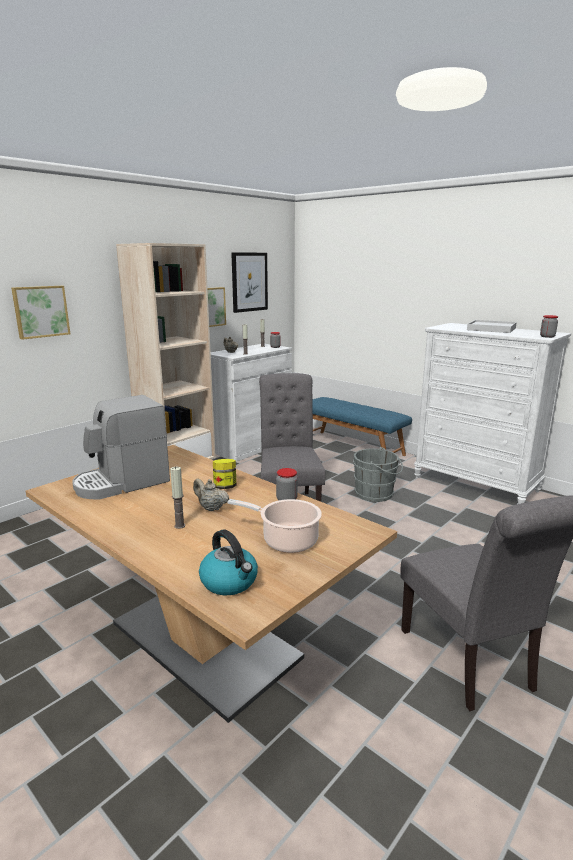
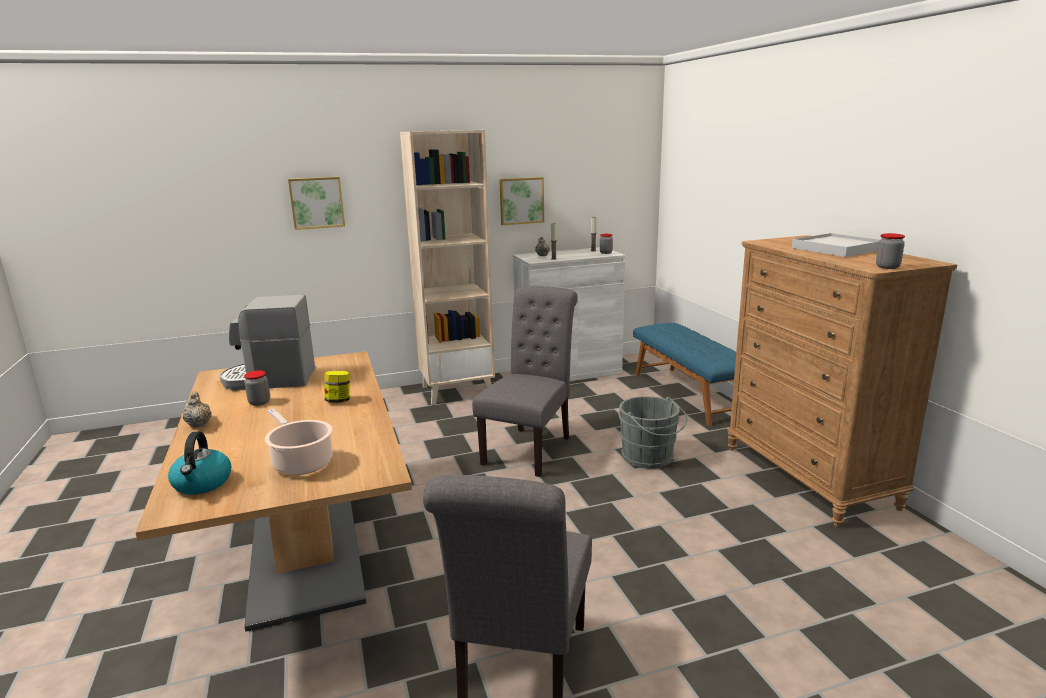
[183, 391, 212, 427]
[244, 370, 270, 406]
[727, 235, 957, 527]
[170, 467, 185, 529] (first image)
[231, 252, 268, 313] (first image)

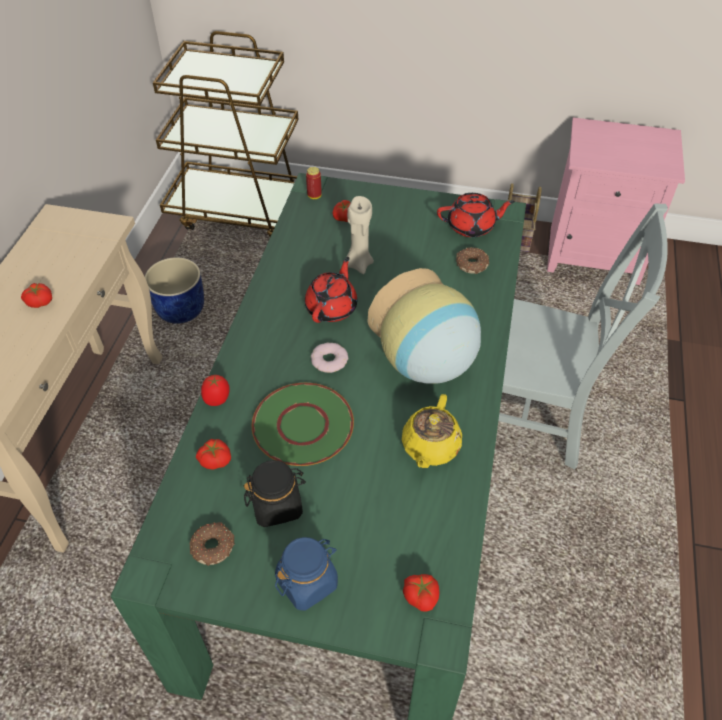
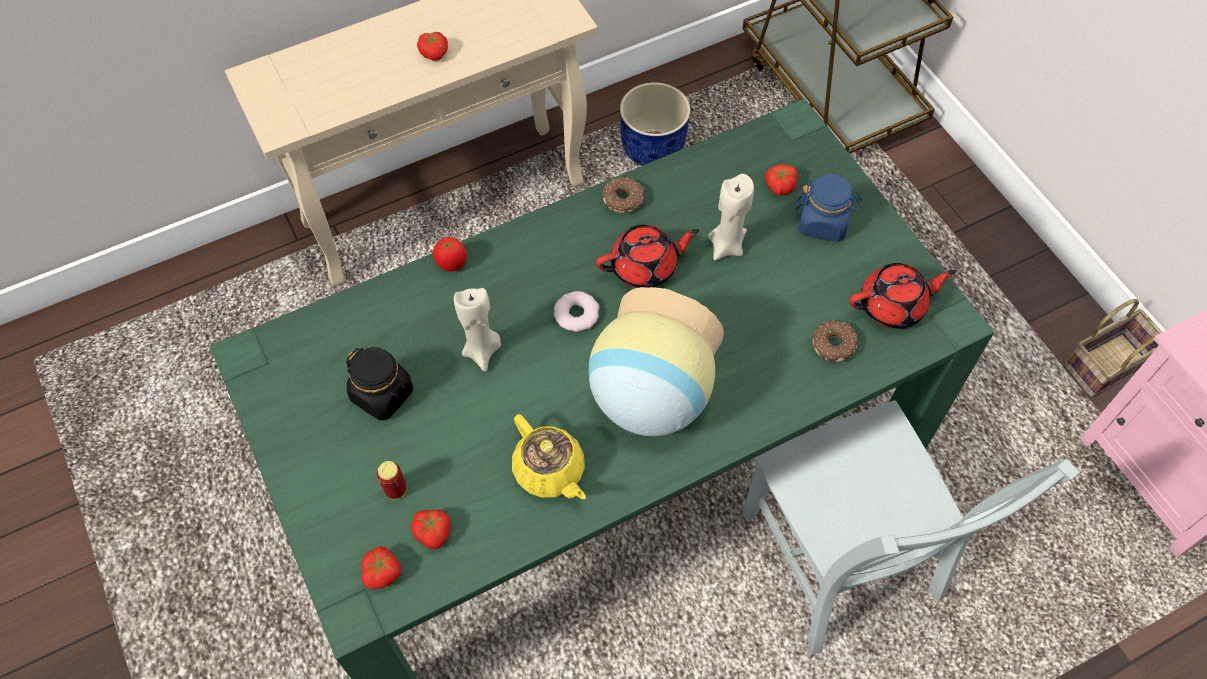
[377, 461, 407, 500]
[411, 510, 451, 549]
[454, 288, 501, 372]
[512, 414, 586, 499]
[602, 177, 645, 213]
[796, 174, 862, 242]
[849, 263, 956, 329]

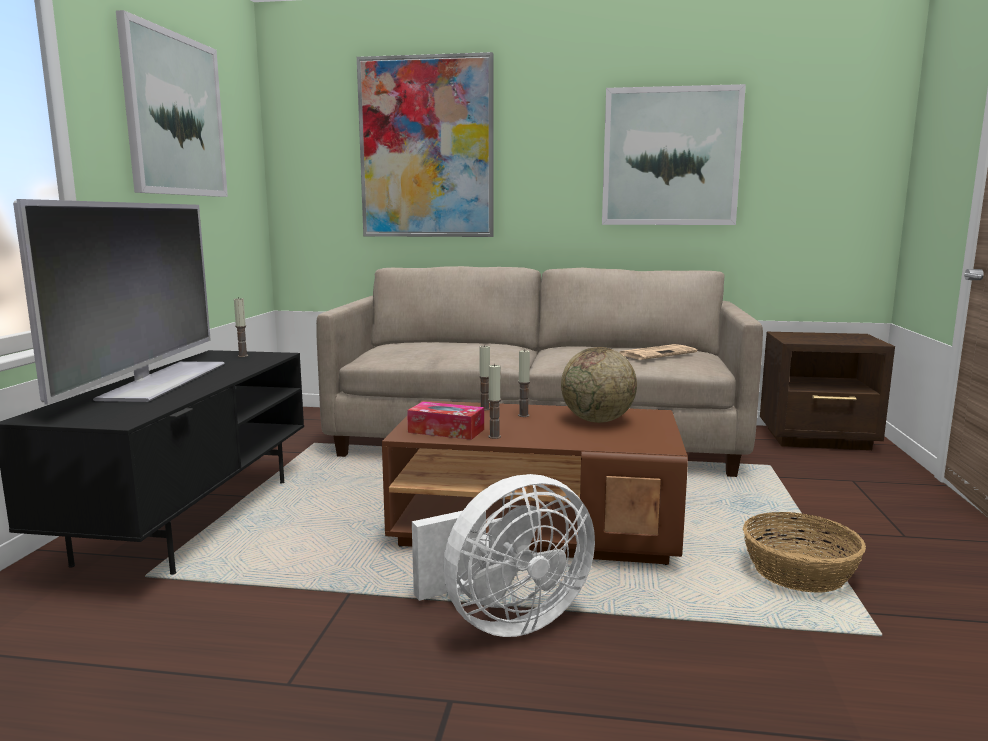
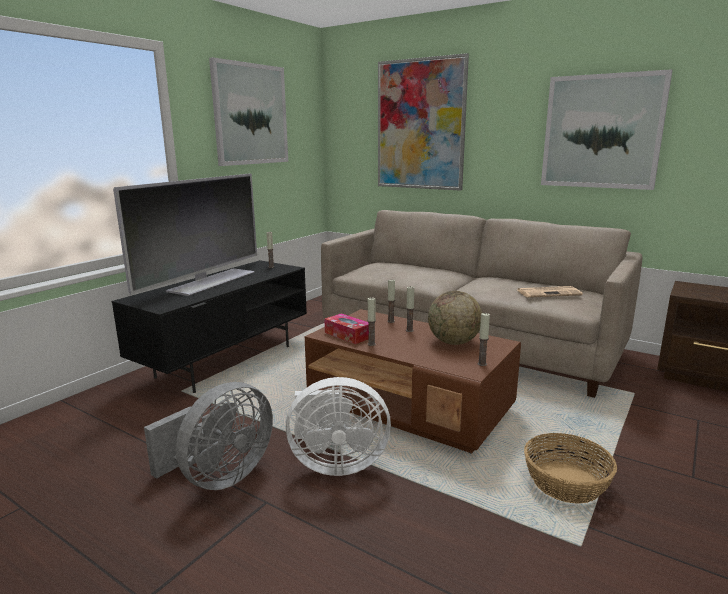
[144, 382, 273, 490]
[478, 313, 490, 366]

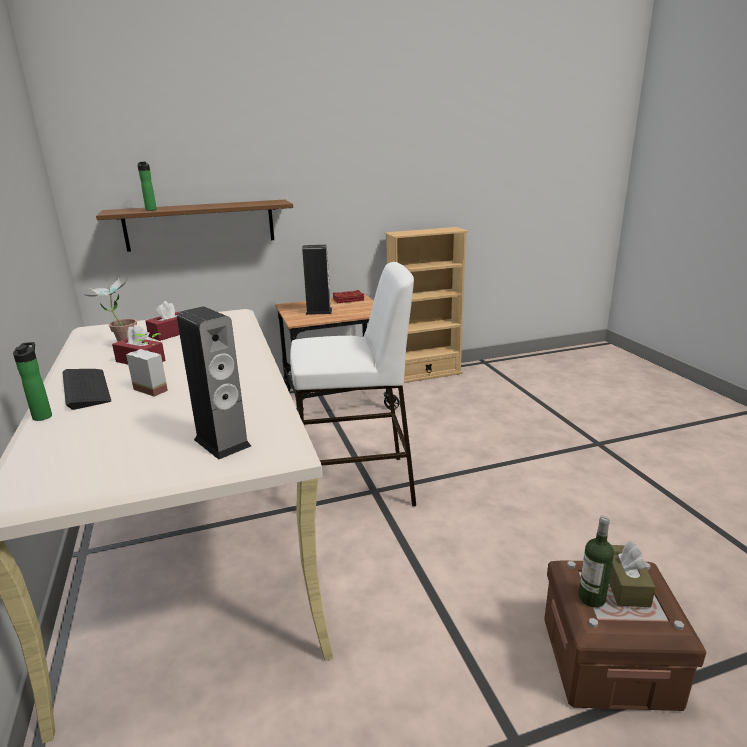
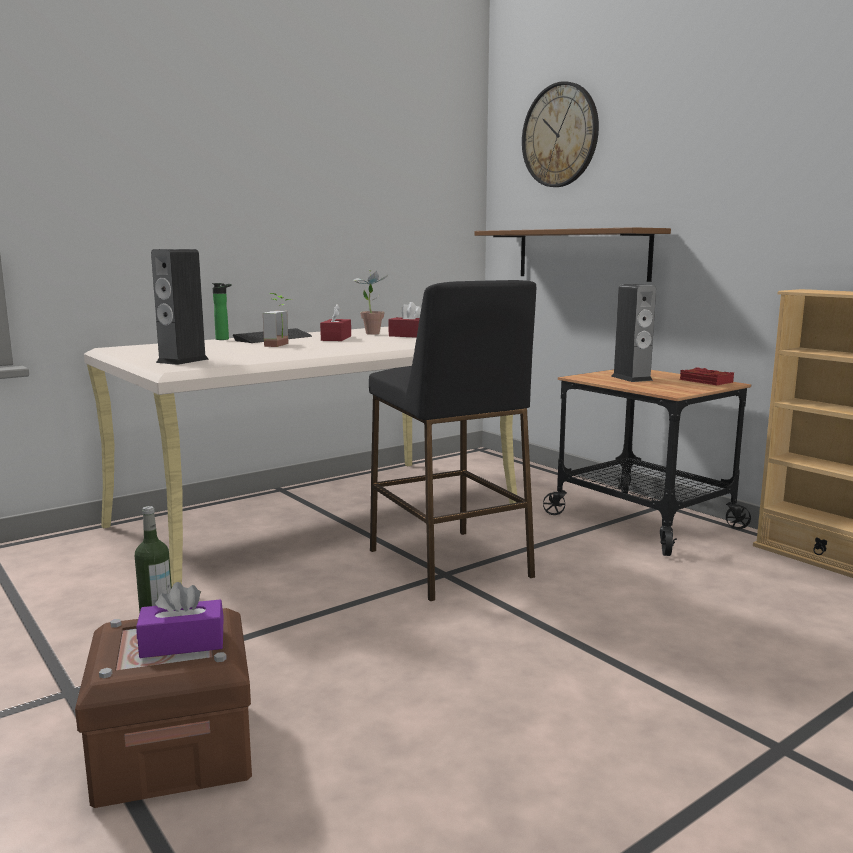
[136, 582, 224, 658]
[369, 280, 536, 601]
[522, 81, 599, 187]
[138, 162, 157, 211] (first image)

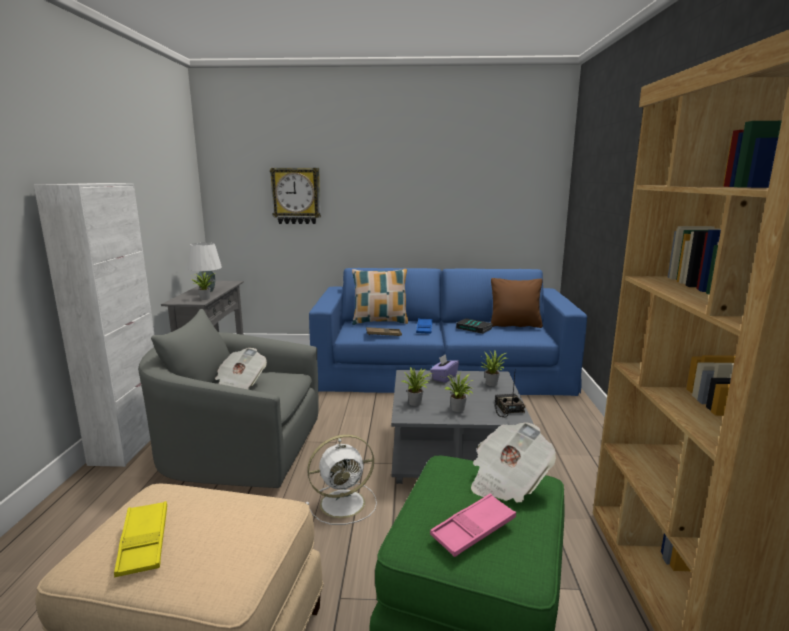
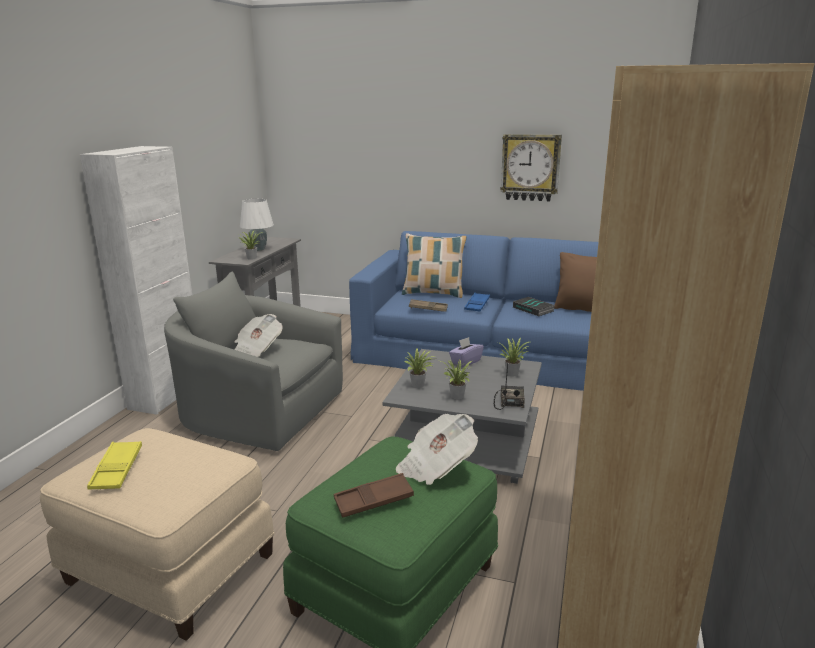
[334, 473, 414, 518]
[500, 134, 562, 201]
[306, 435, 377, 525] (first image)

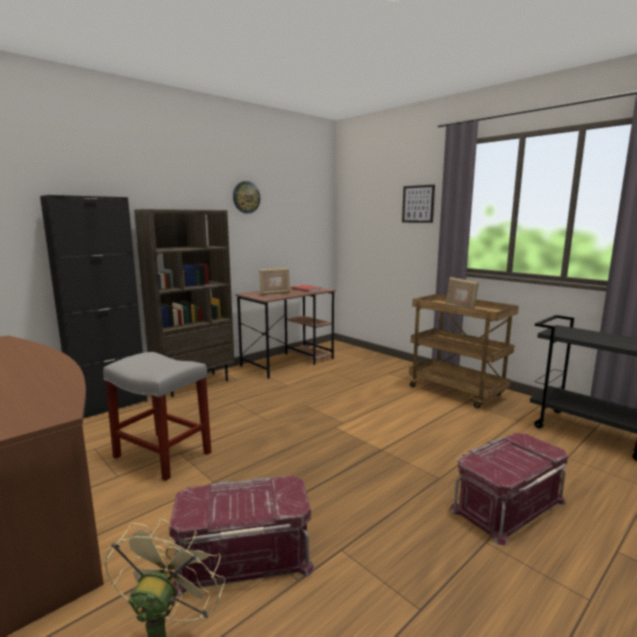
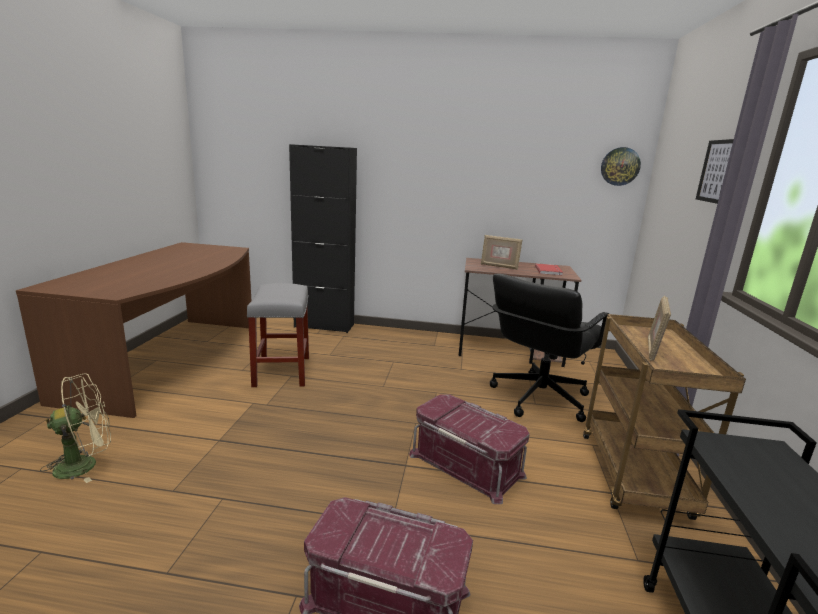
[409, 394, 530, 504]
[490, 274, 609, 422]
[601, 147, 641, 186]
[134, 209, 234, 397] (first image)

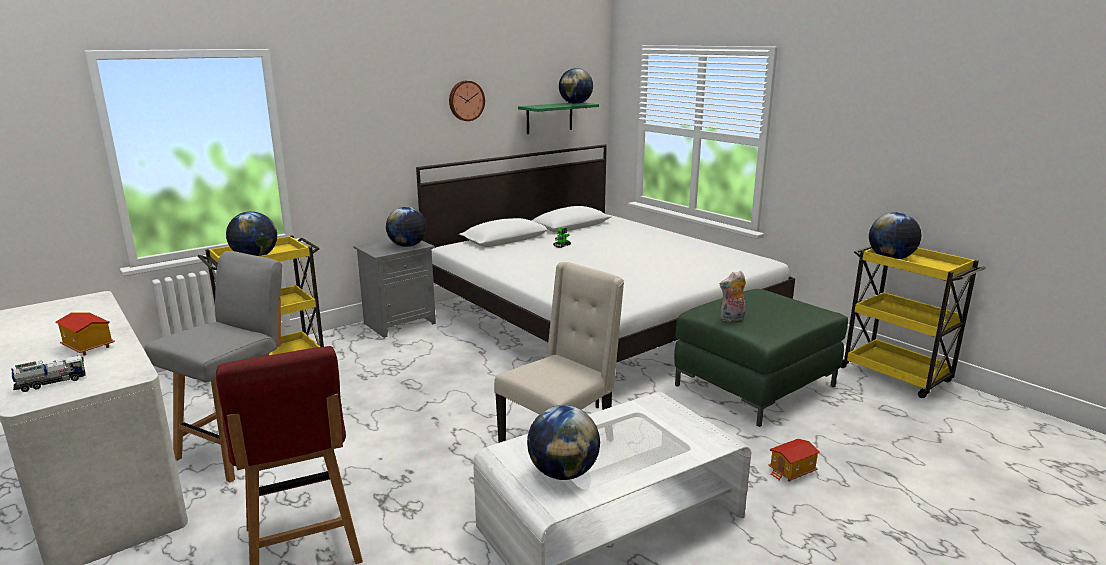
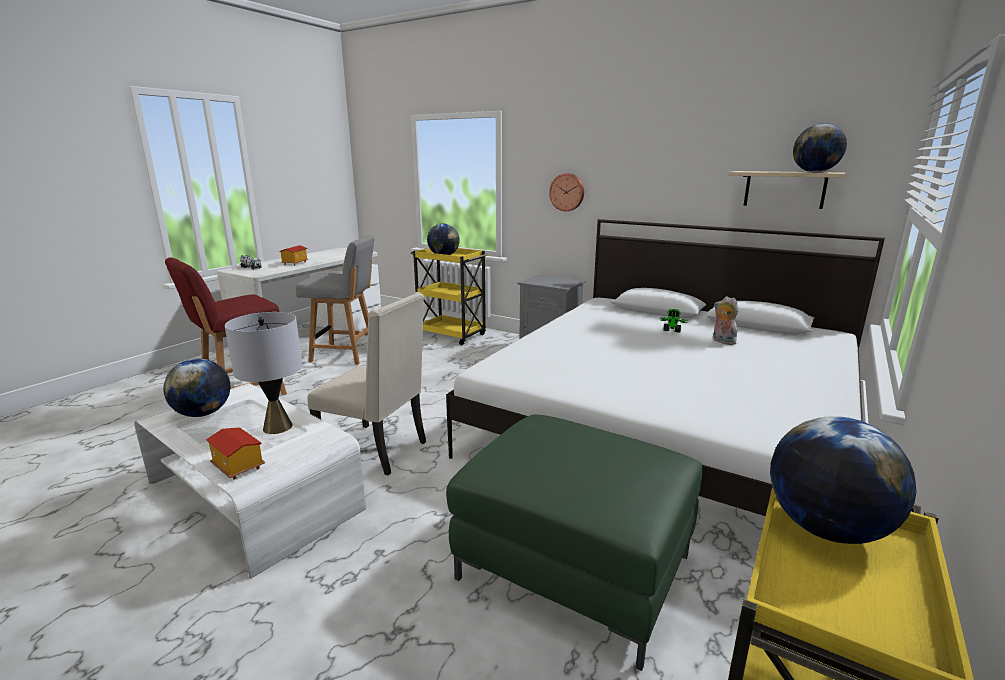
[206, 427, 265, 480]
[225, 312, 302, 434]
[549, 173, 584, 211]
[713, 296, 738, 345]
[728, 171, 845, 209]
[386, 207, 427, 247] (first image)

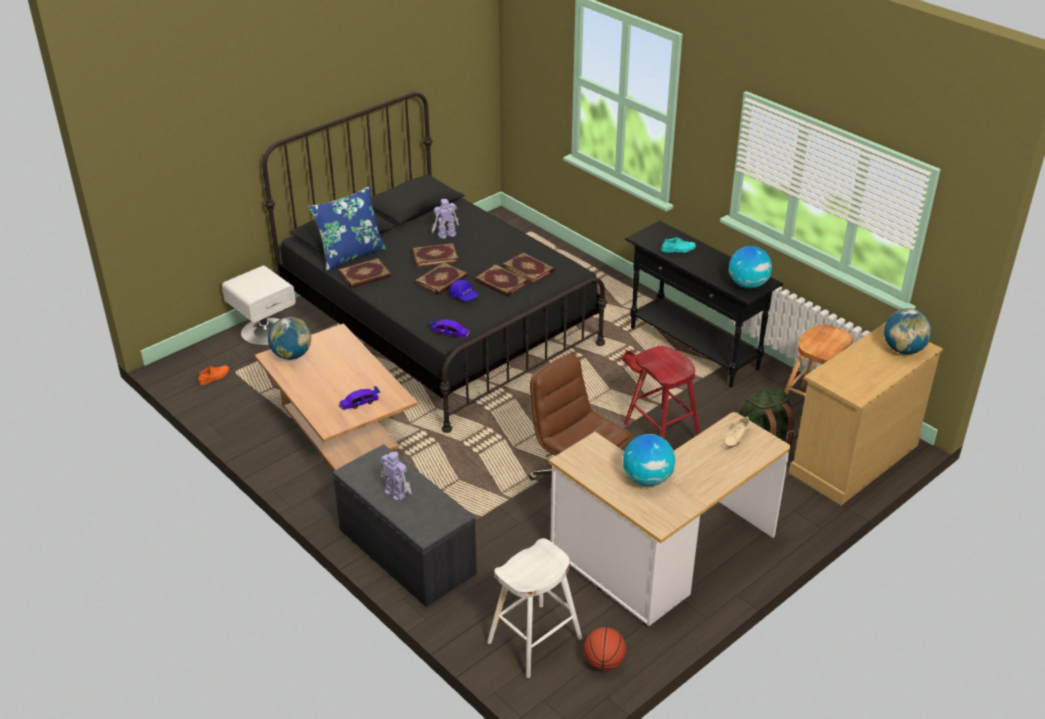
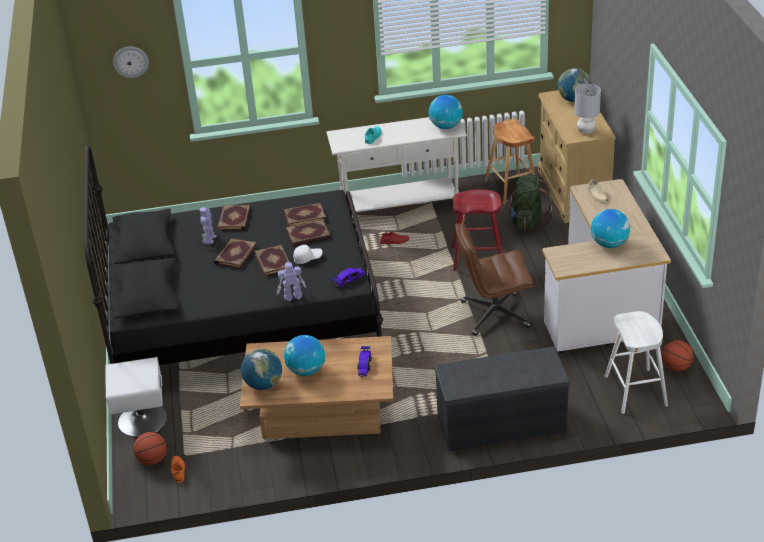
[113, 47, 149, 78]
[133, 432, 167, 465]
[218, 204, 251, 231]
[277, 262, 306, 301]
[284, 335, 325, 376]
[293, 245, 323, 264]
[326, 117, 467, 212]
[574, 84, 601, 134]
[309, 186, 387, 271] (first image)

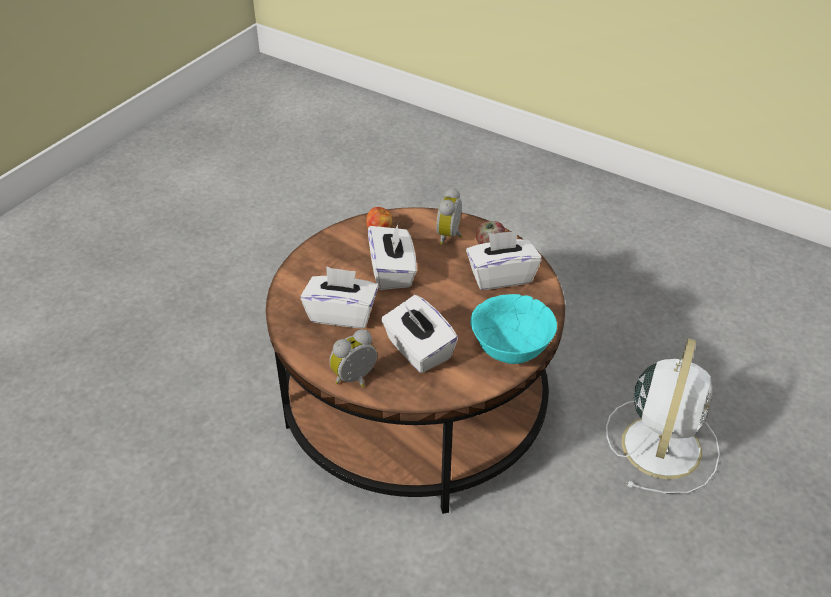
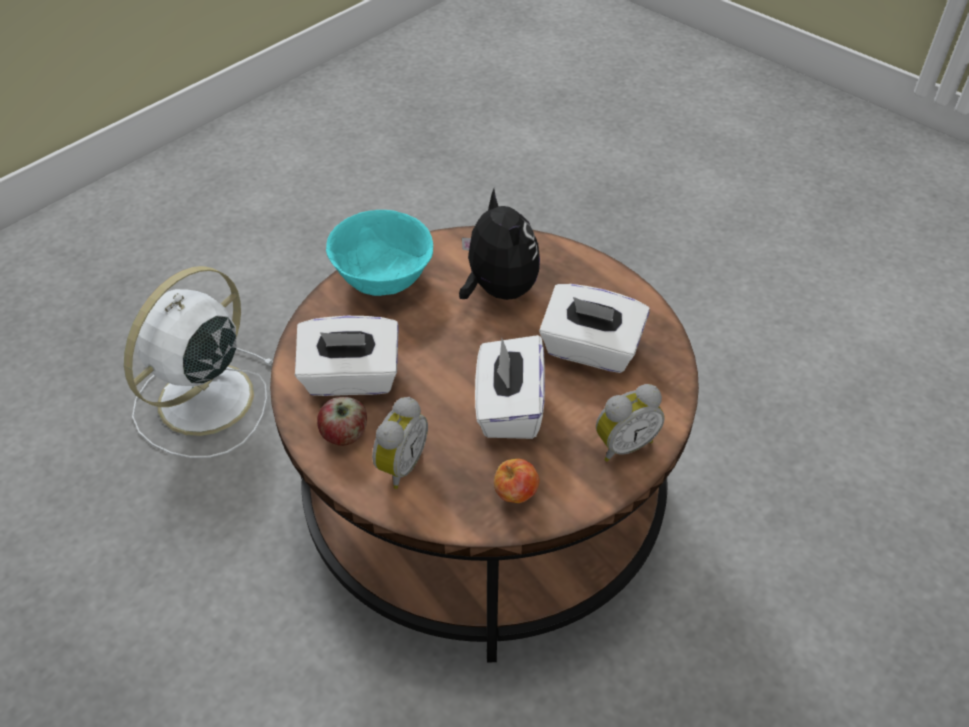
[459, 189, 540, 300]
[596, 384, 665, 462]

